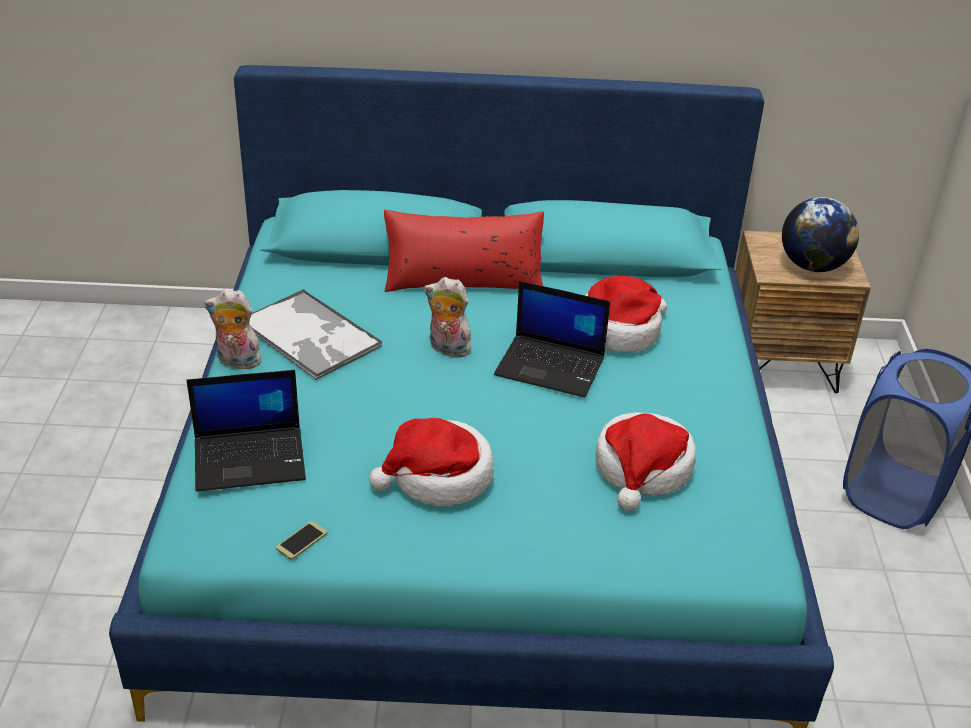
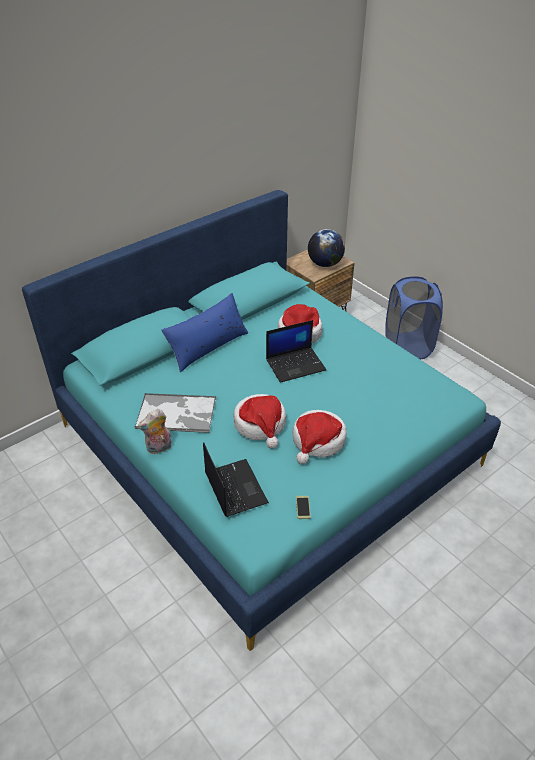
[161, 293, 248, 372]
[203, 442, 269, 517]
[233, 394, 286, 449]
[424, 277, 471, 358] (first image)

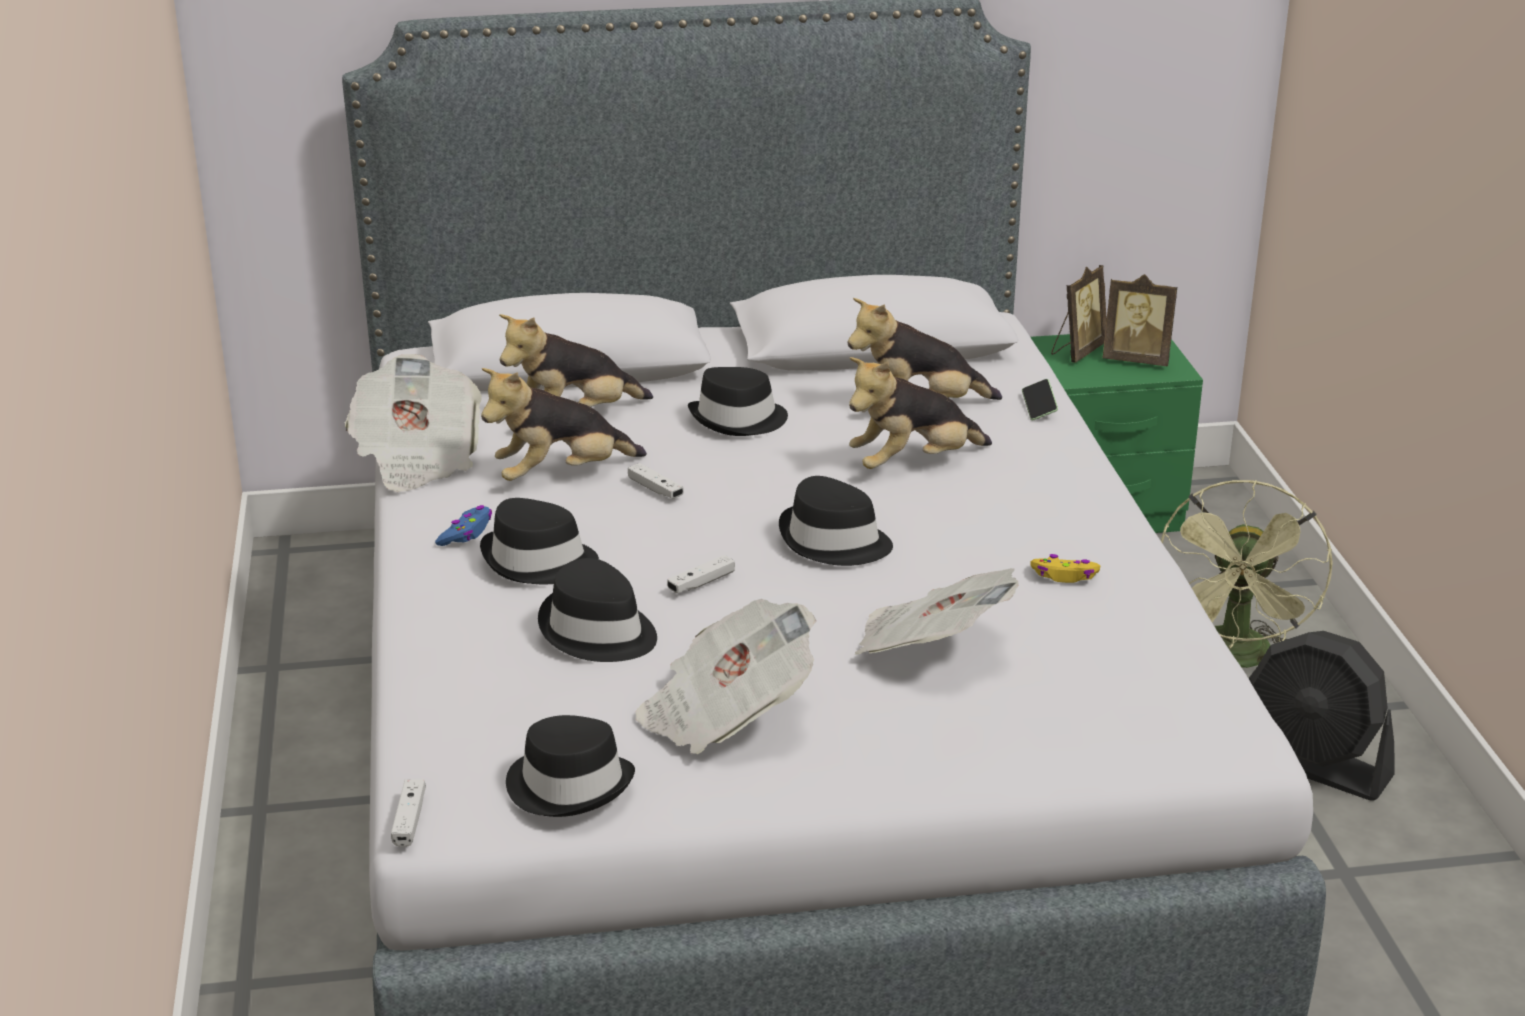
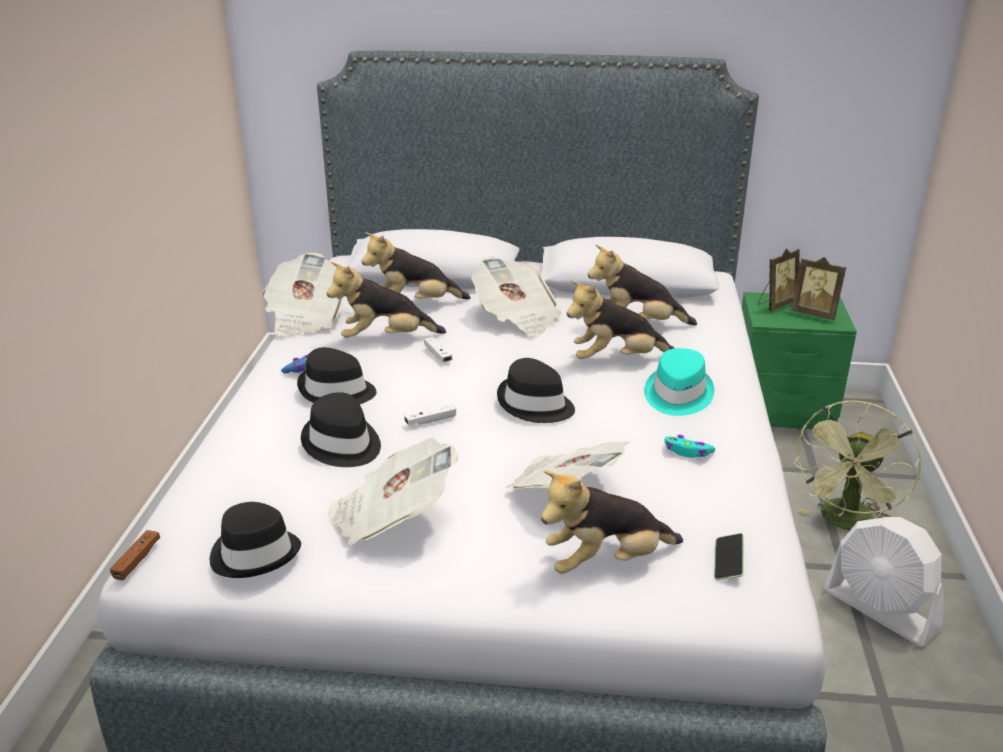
[110, 530, 160, 580]
[471, 257, 561, 337]
[541, 470, 683, 574]
[644, 348, 714, 416]
[664, 435, 716, 458]
[714, 533, 744, 581]
[824, 517, 944, 647]

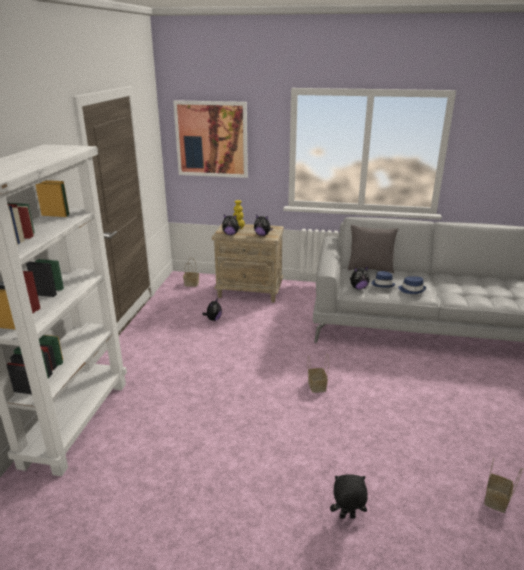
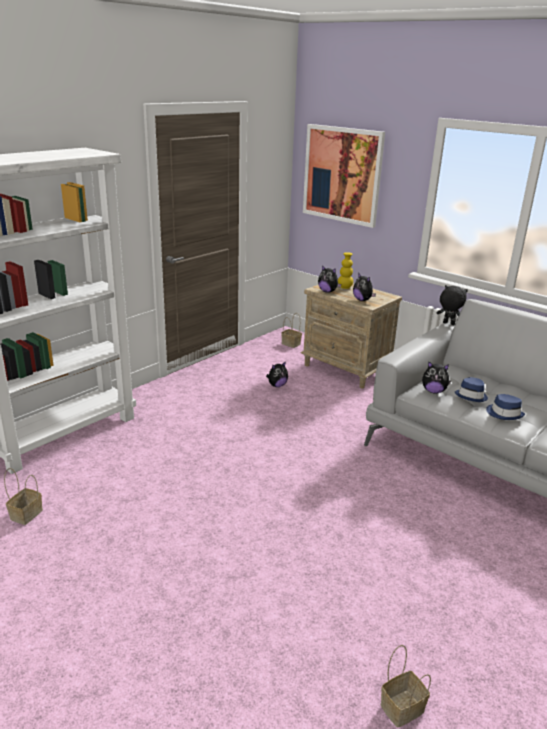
[4, 468, 43, 525]
[437, 285, 468, 325]
[348, 225, 398, 274] (first image)

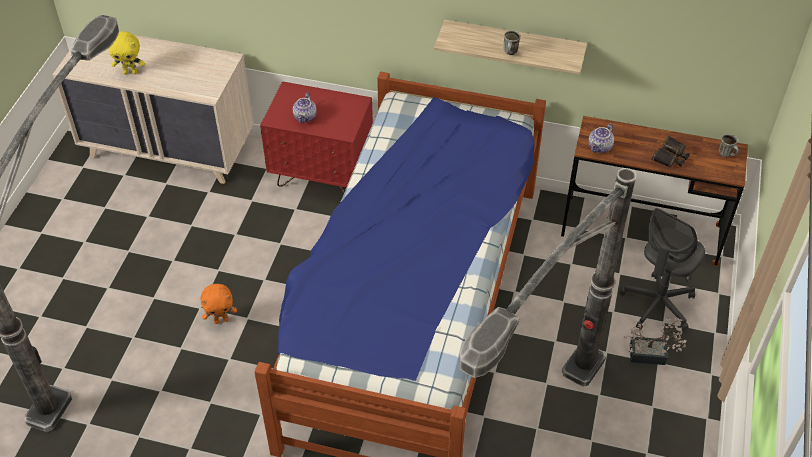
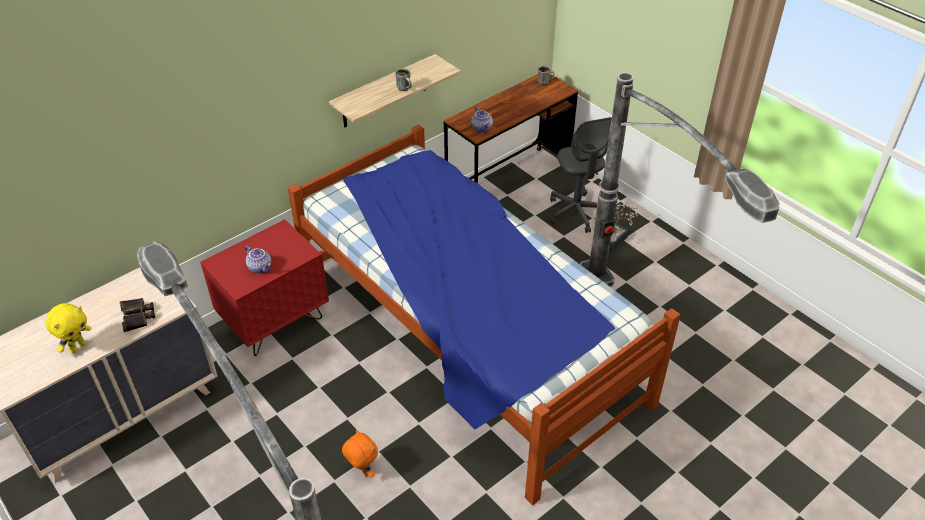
[120, 298, 155, 332]
[342, 430, 378, 478]

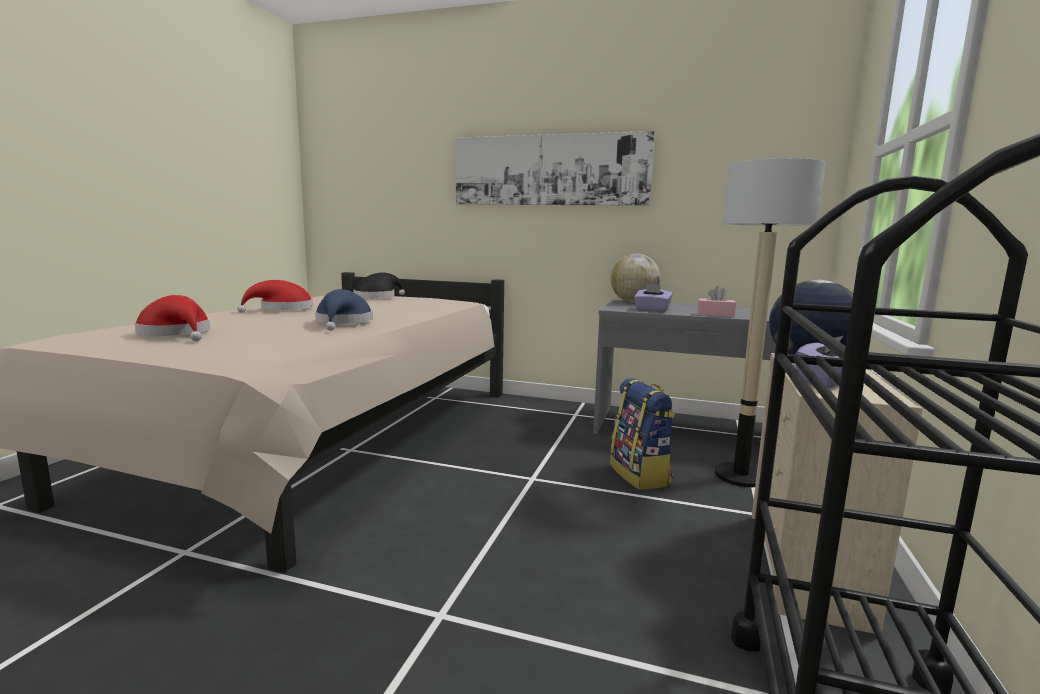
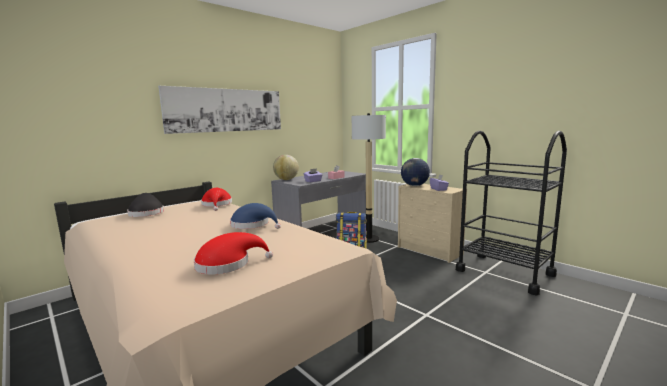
[201, 188, 232, 211]

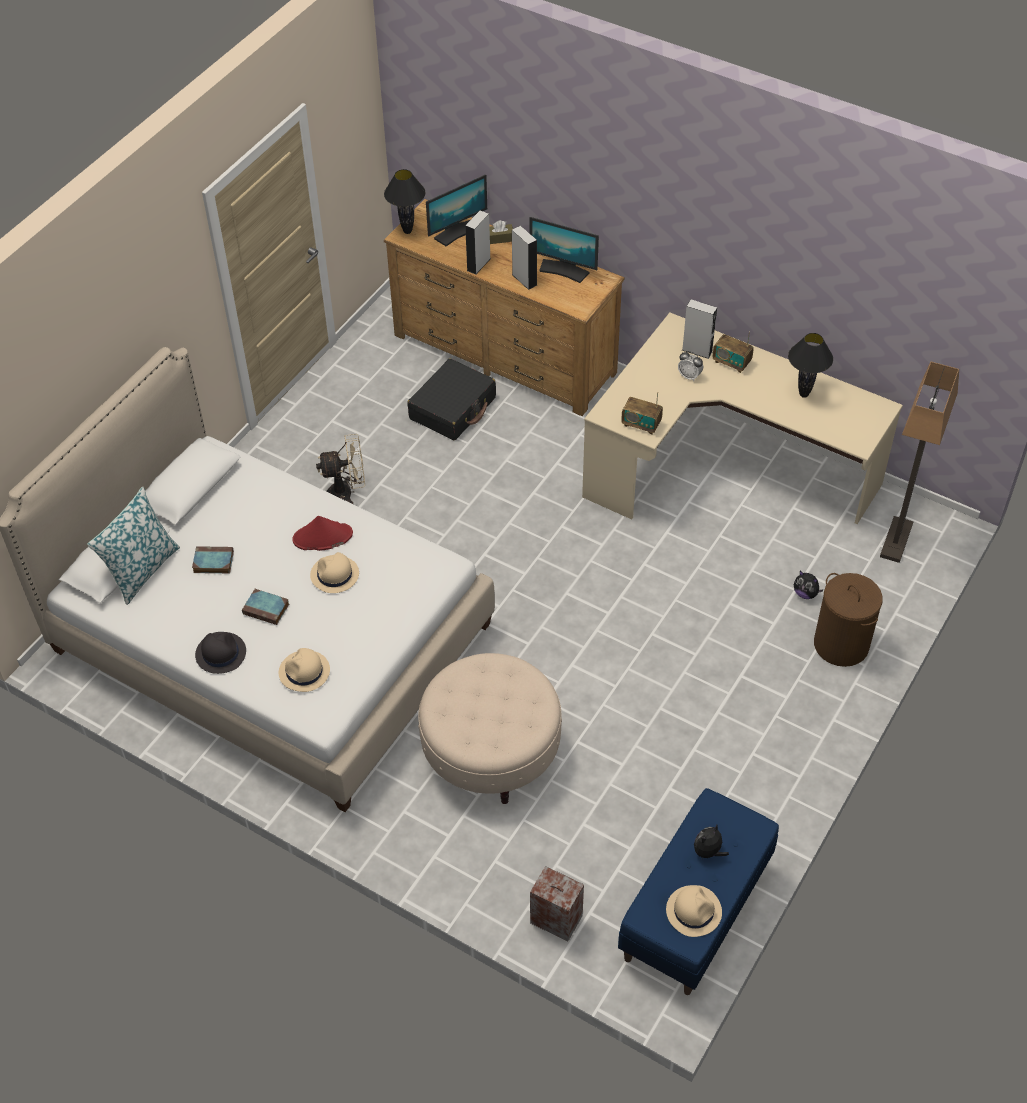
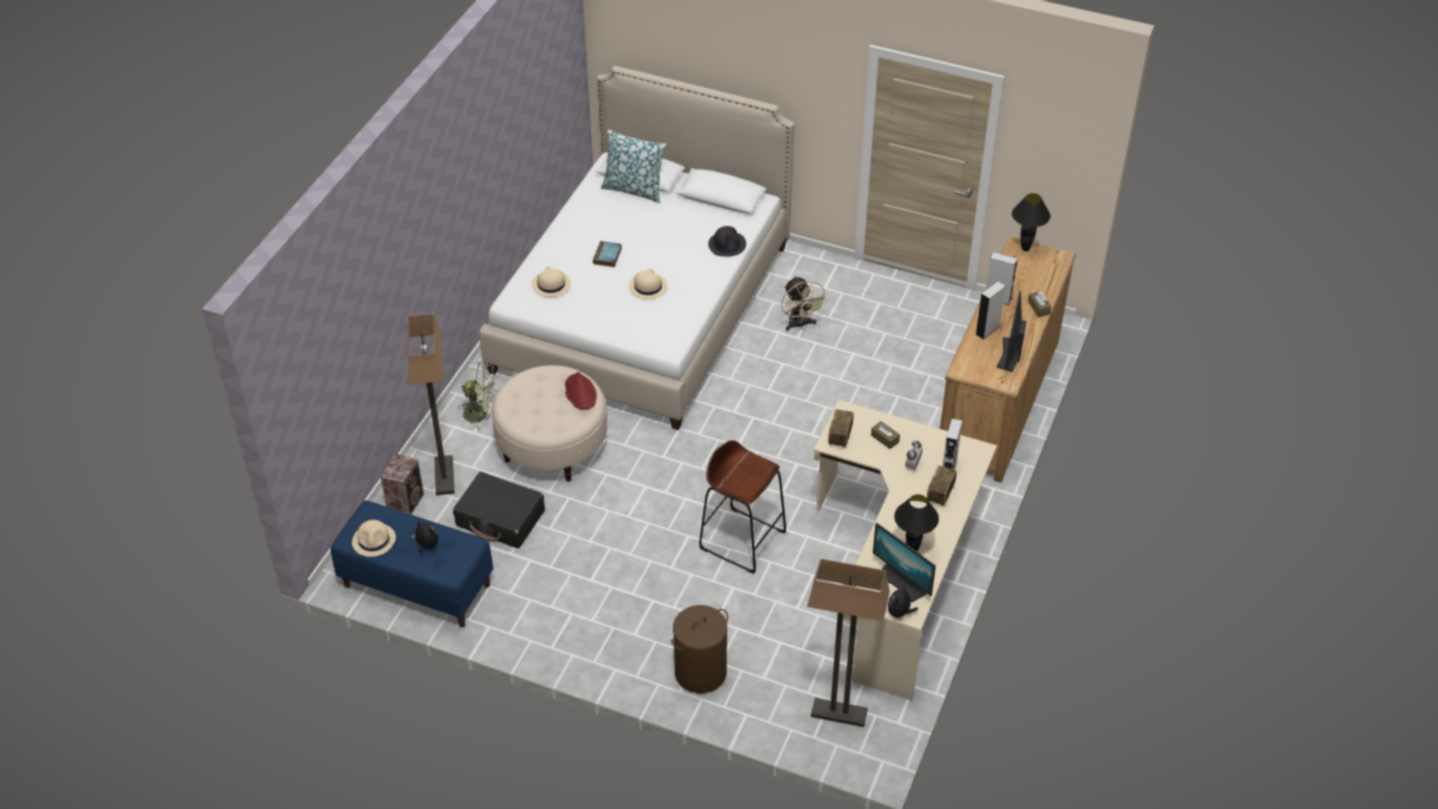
[408, 314, 455, 495]
[453, 472, 545, 548]
[458, 362, 498, 430]
[565, 372, 597, 410]
[699, 440, 786, 574]
[708, 226, 746, 257]
[871, 421, 900, 449]
[873, 523, 936, 602]
[888, 585, 918, 621]
[192, 546, 234, 573] (first image)

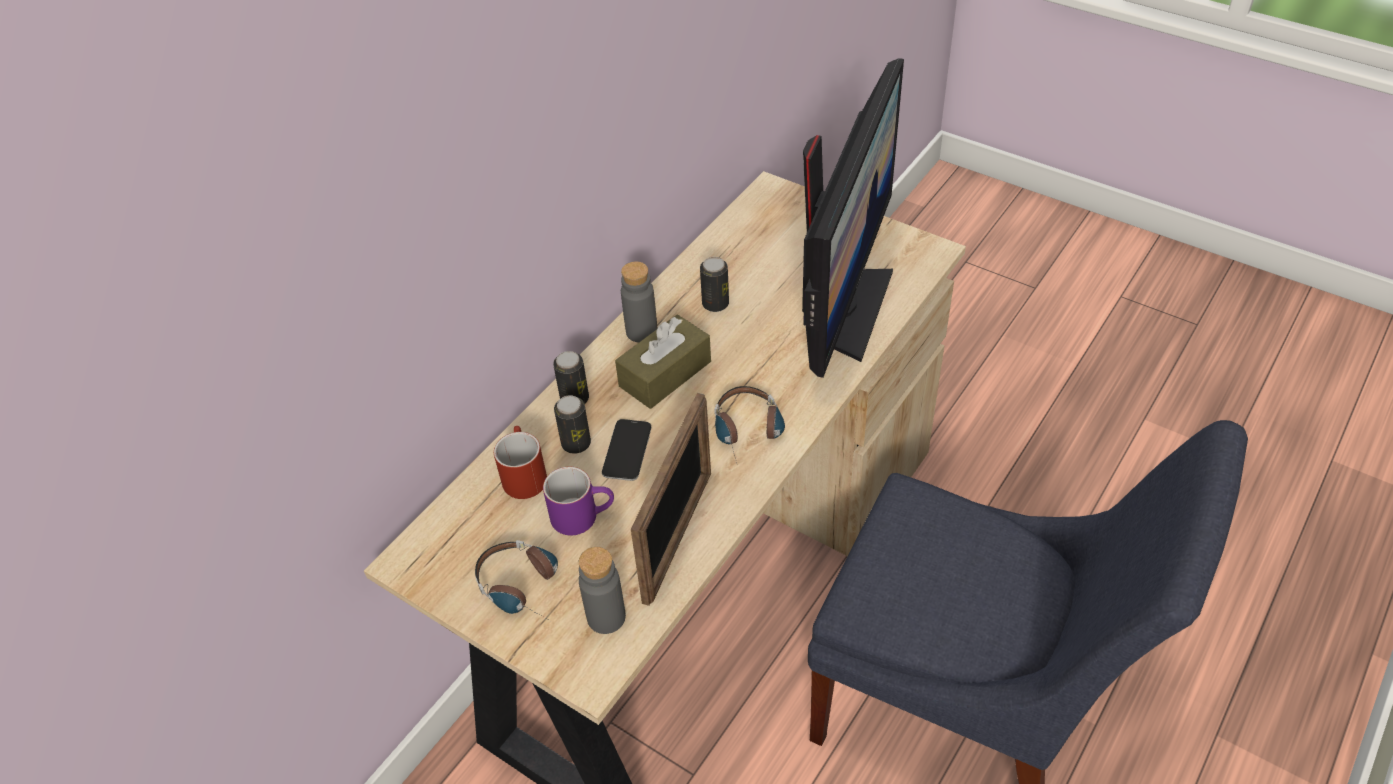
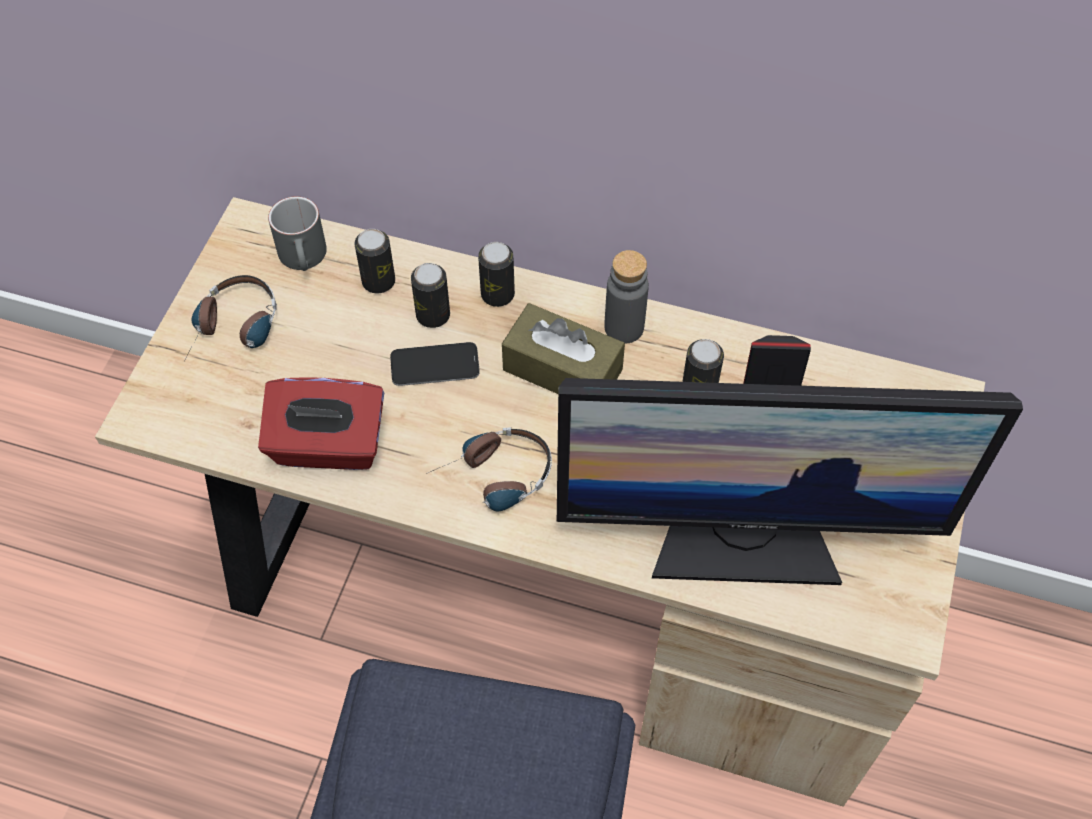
[258, 377, 384, 470]
[268, 196, 327, 271]
[354, 229, 395, 293]
[543, 467, 614, 535] (first image)
[579, 547, 626, 634] (first image)

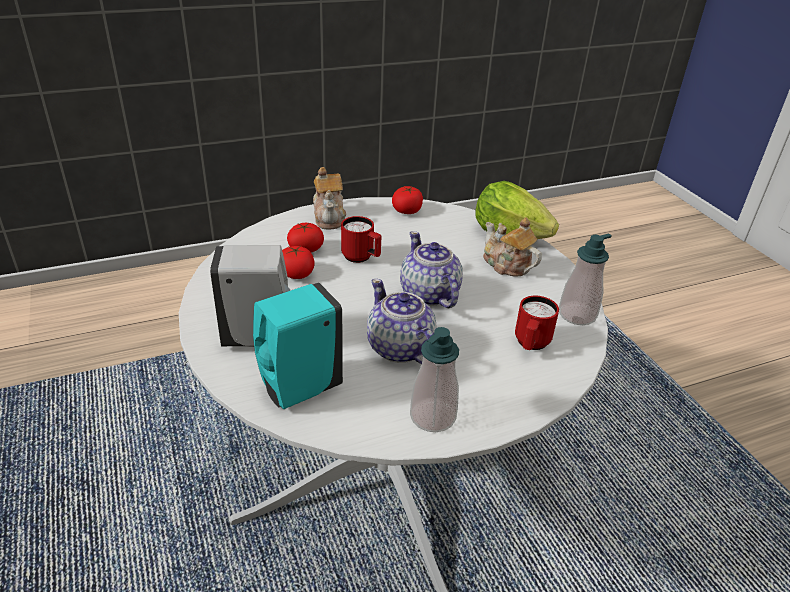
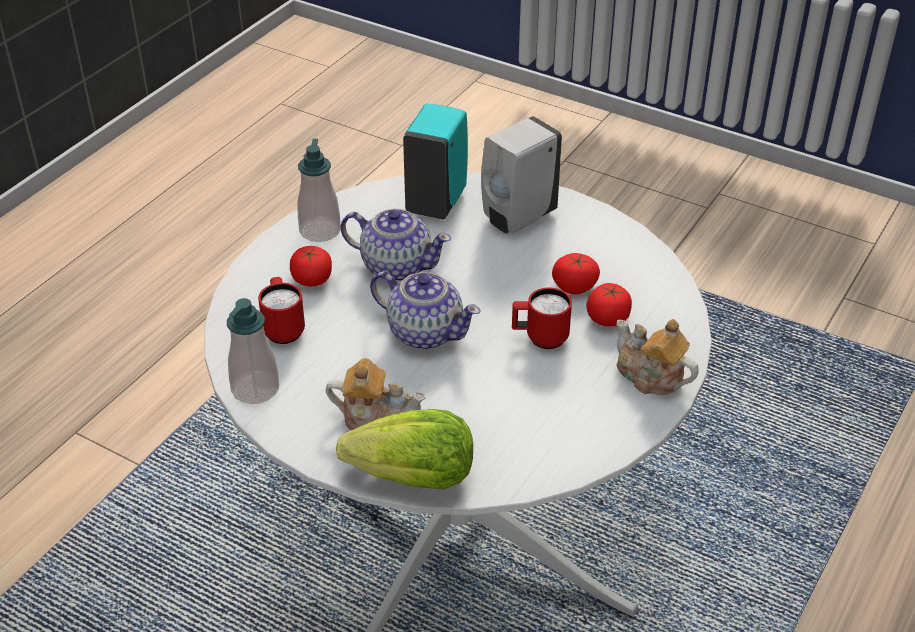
[290, 246, 332, 287]

